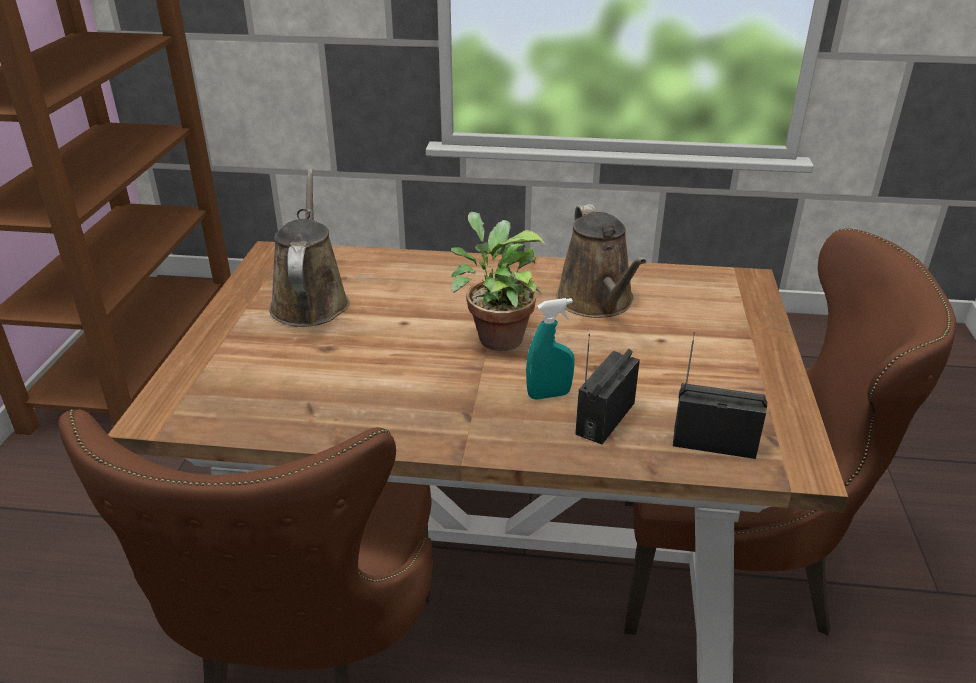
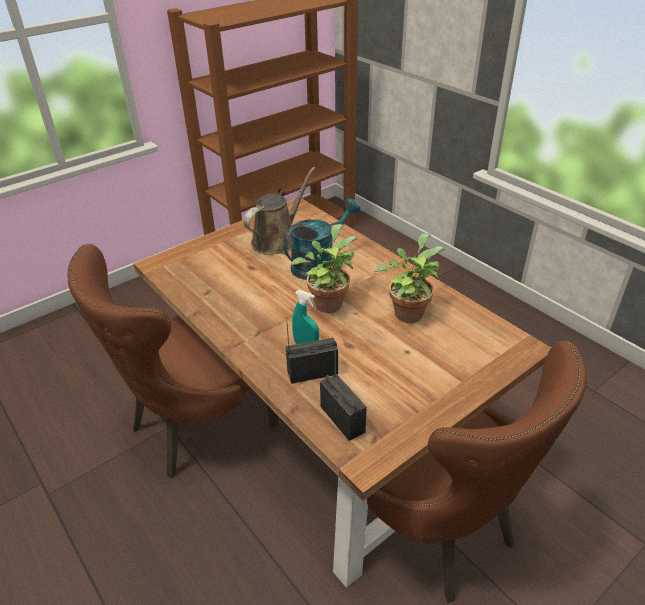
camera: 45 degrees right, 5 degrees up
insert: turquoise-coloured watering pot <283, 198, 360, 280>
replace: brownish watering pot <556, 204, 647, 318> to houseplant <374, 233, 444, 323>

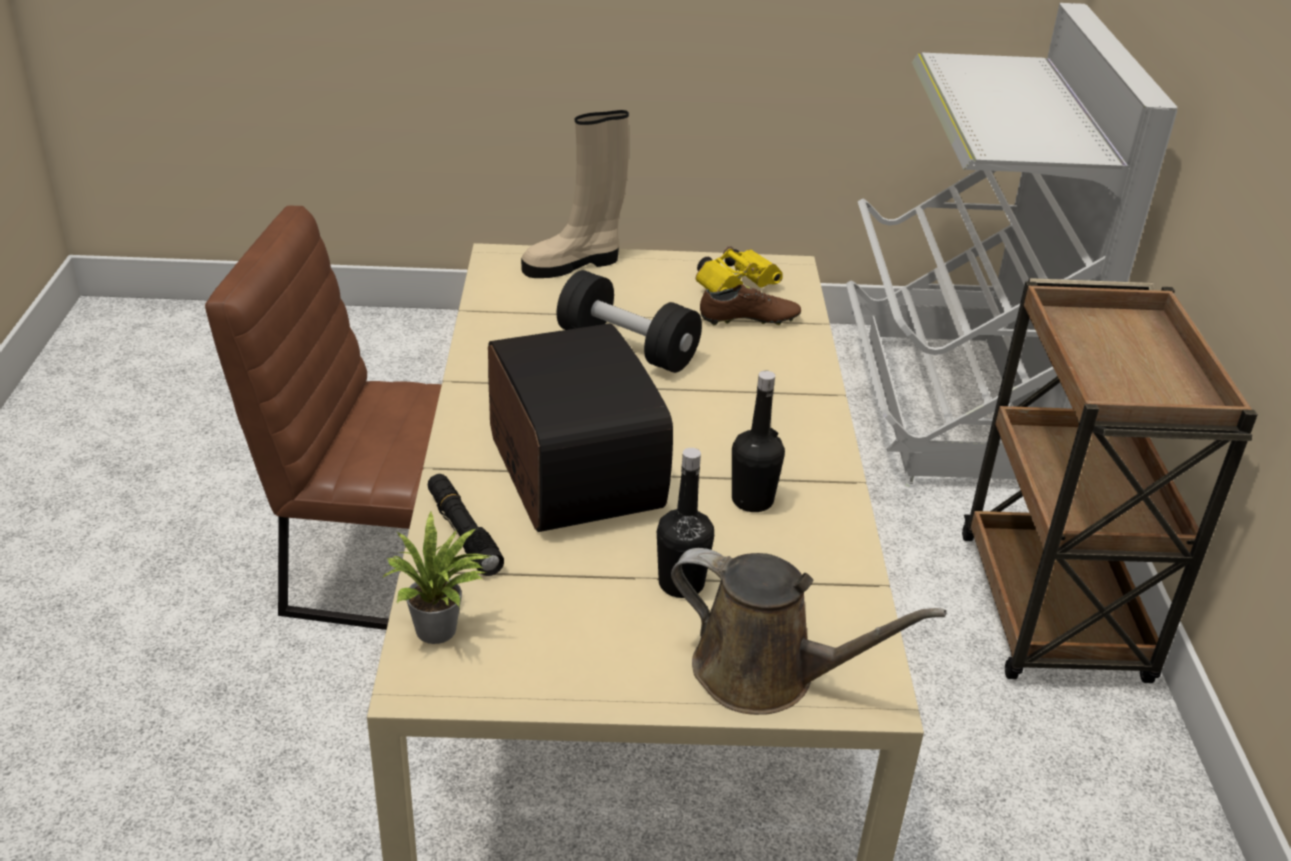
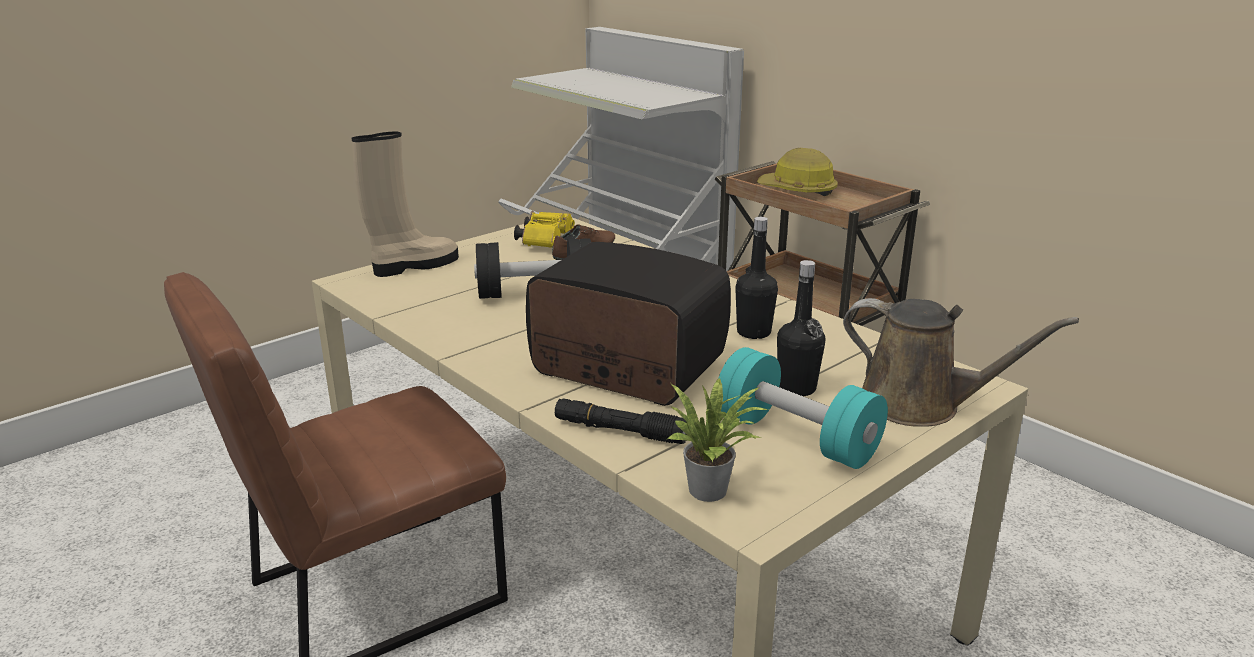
camera: 40 degrees left, 10 degrees down
insert: safety helmet <757, 148, 838, 196>; turquoise-coloured free weight <719, 347, 888, 469>
rotate: beige-coloured high-top boot <521, 110, 629, 278> = <352, 131, 459, 277> 150 degrees counterclockwise; brownish watering pot <671, 548, 947, 715> = <843, 298, 1079, 427> 45 degrees clockwise

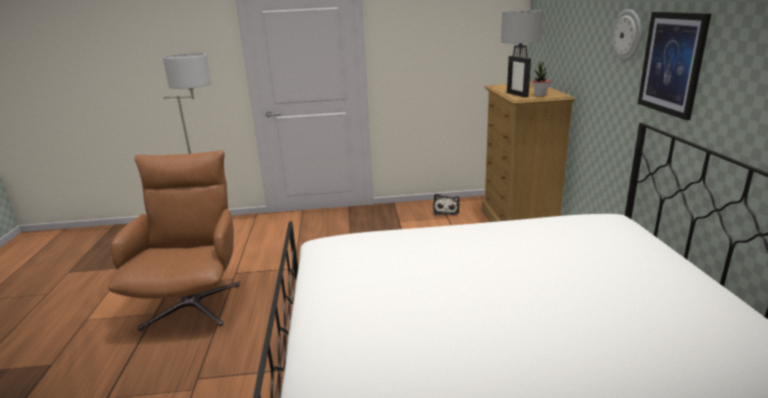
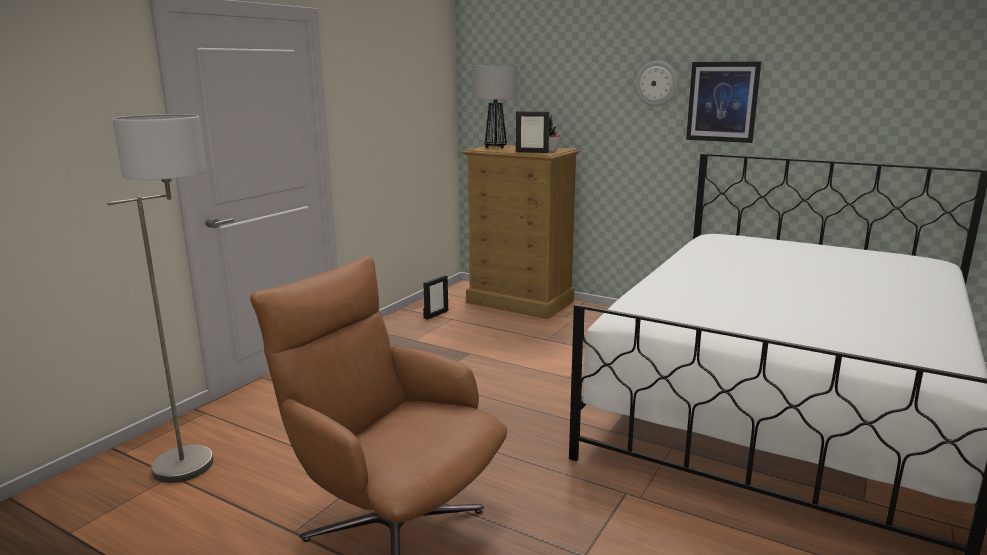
camera: 55 degrees left, 5 degrees down
replace: soft toy <433, 194, 460, 215> to standing frame <423, 275, 448, 320>

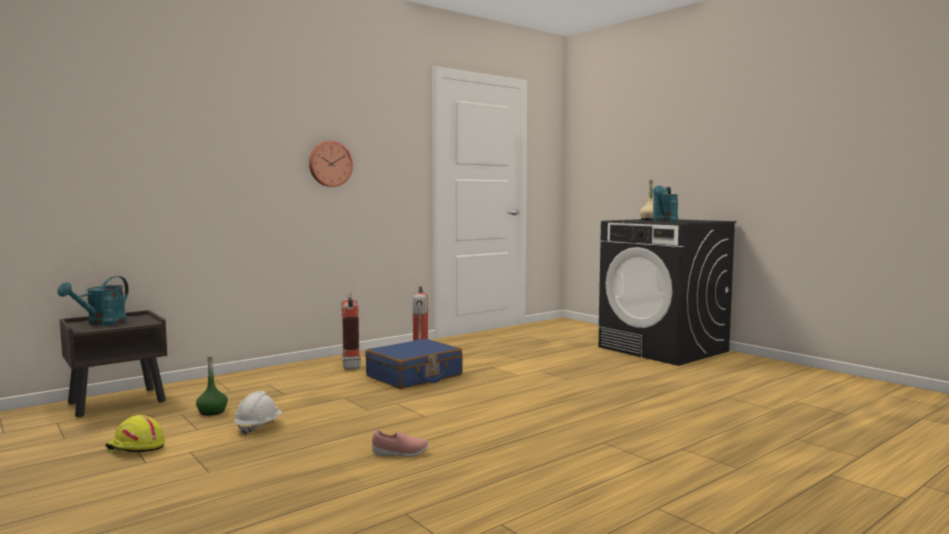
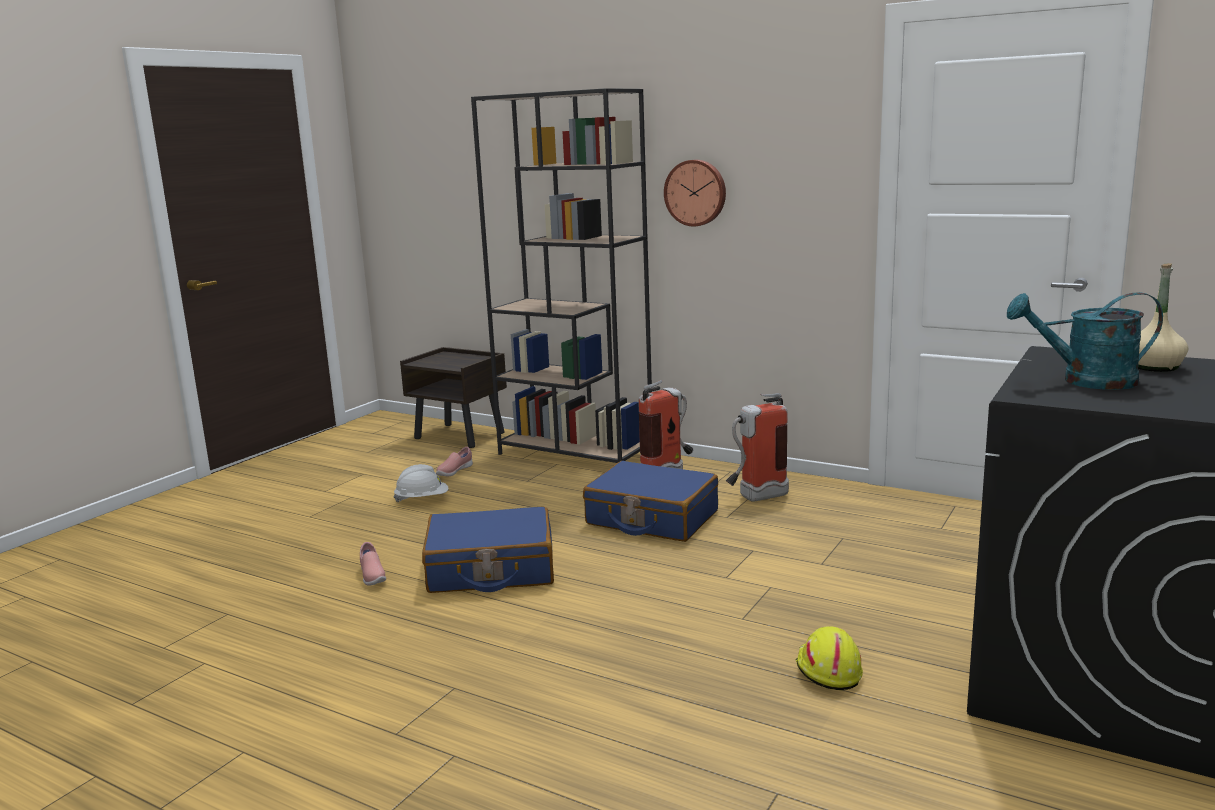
camera: 70 degrees right, 10 degrees up
delete: turquoise-coloured watering pot <57, 276, 129, 325>
insert: bookshelf <471, 88, 652, 463>; blue-coloured piece of luggage <422, 506, 554, 593>
move: yellow-coloured safety helmet <105, 415, 165, 454> to <796, 626, 863, 690>
replace: green-coloured bottle <196, 357, 228, 416> to pink-coloured item of footwear <436, 447, 473, 476>

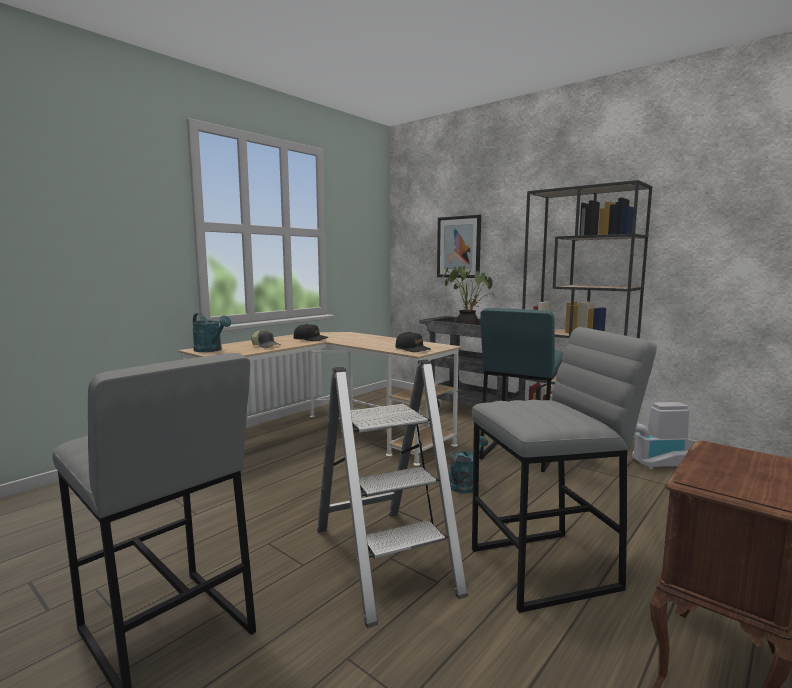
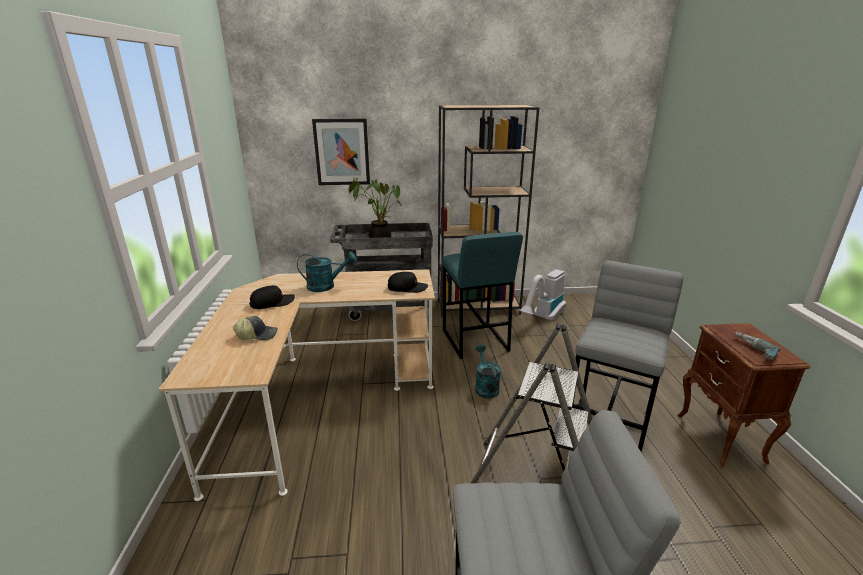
camera: 45 degrees left, 15 degrees up
insert: electric drill <734, 332, 781, 360>
move: turquoise-coloured watering pot <192, 313, 231, 352> to <297, 252, 357, 292>

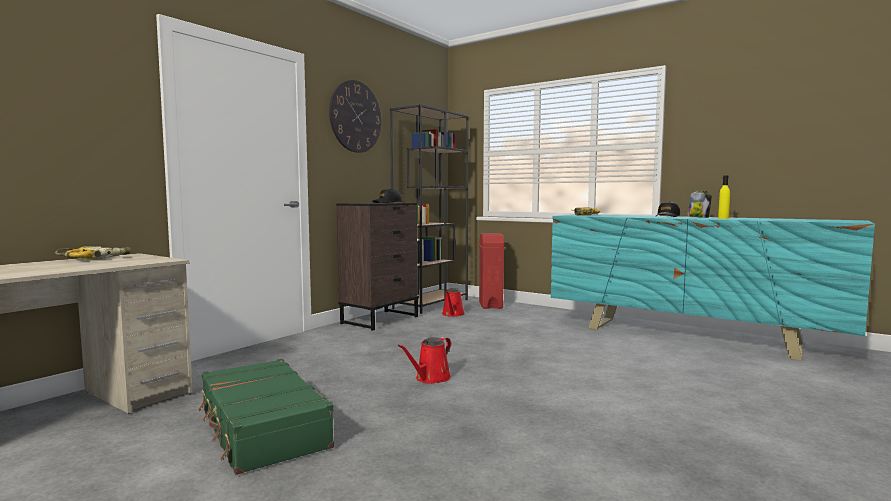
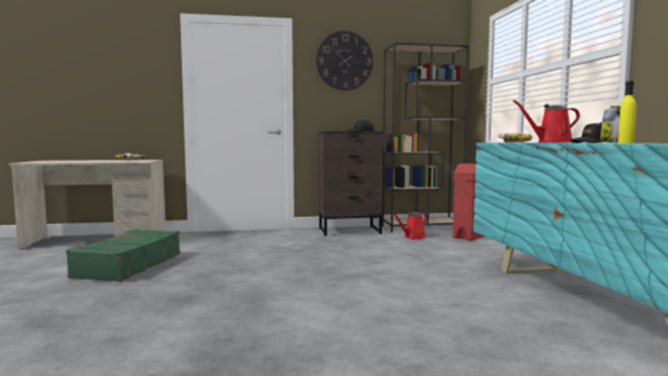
camera: 45 degrees right, 0 degrees up
move: red-coloured watering pot <398, 337, 451, 384> to <513, 100, 580, 143>

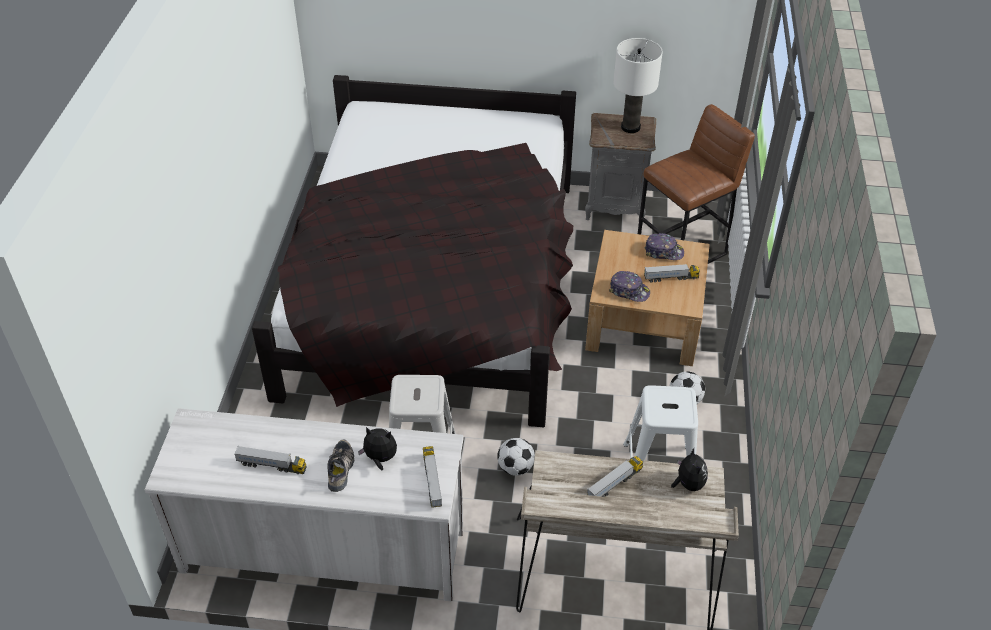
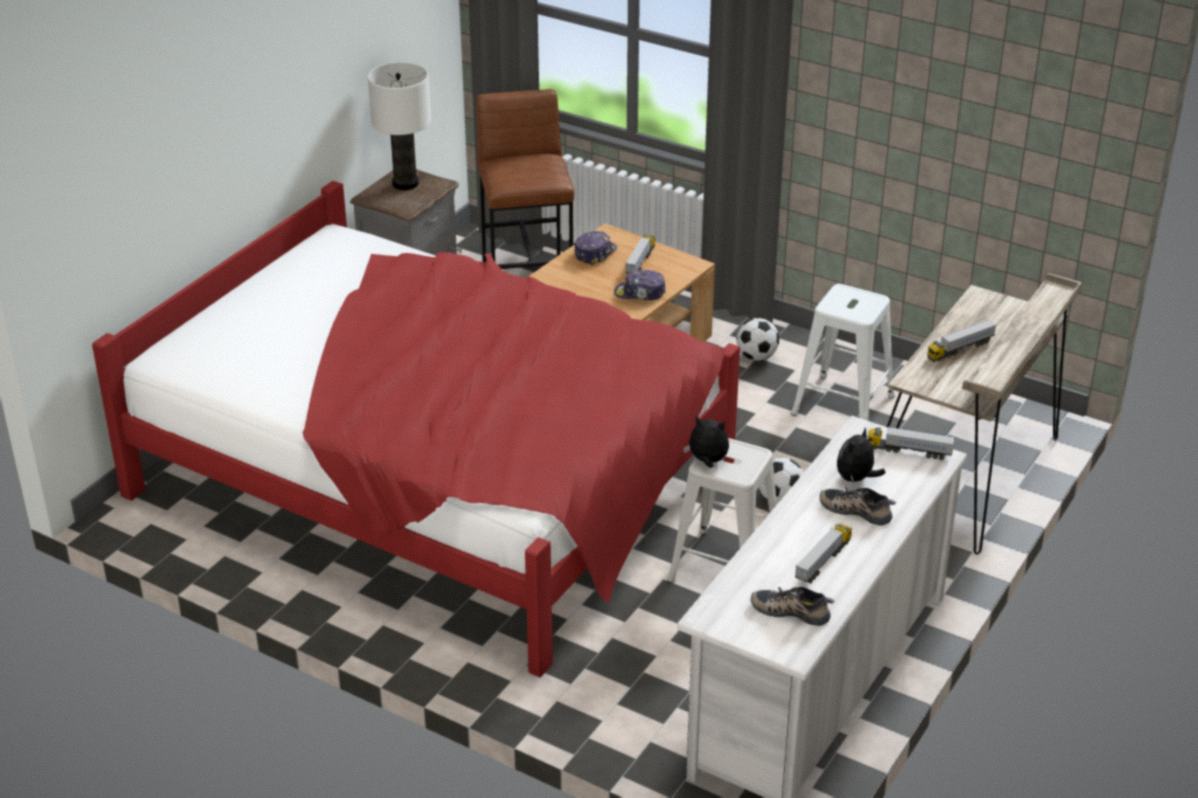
camera: 65 degrees left, 10 degrees down
insert: item of footwear <751, 587, 835, 626>
move: soft toy <671, 448, 708, 491> to <683, 416, 729, 468>
recolor: black bed <252, 75, 576, 427> to red-coloured bed <92, 181, 740, 678>
rotate: baseball cap <609, 271, 650, 302> = <614, 269, 666, 300> 135 degrees counterclockwise; toy lorry <587, 456, 643, 497> = <927, 319, 996, 362> 105 degrees counterclockwise

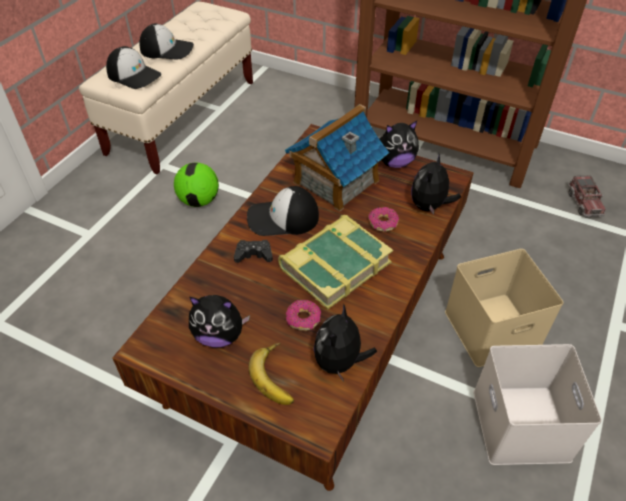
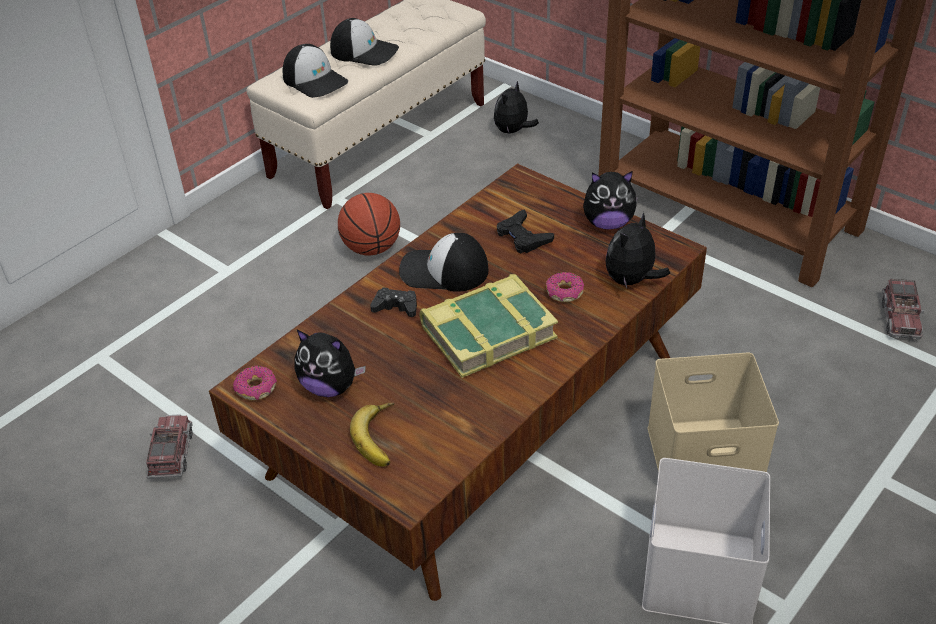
camera: 15 degrees right, 5 degrees down
insert: toy lorry <146, 414, 193, 479>
move: donut <286, 300, 321, 331> to <233, 366, 277, 401>; soft toy <314, 303, 377, 382> to <494, 81, 539, 134>
replace: model house <285, 104, 389, 211> to black game controller <497, 209, 554, 253>; football <174, 163, 219, 207> to ball for basketball <338, 193, 400, 255>

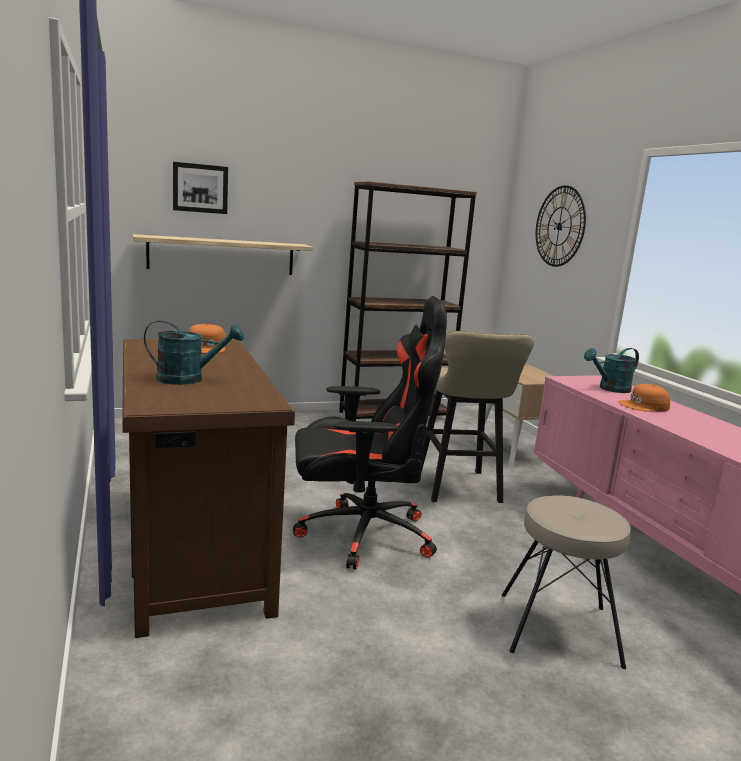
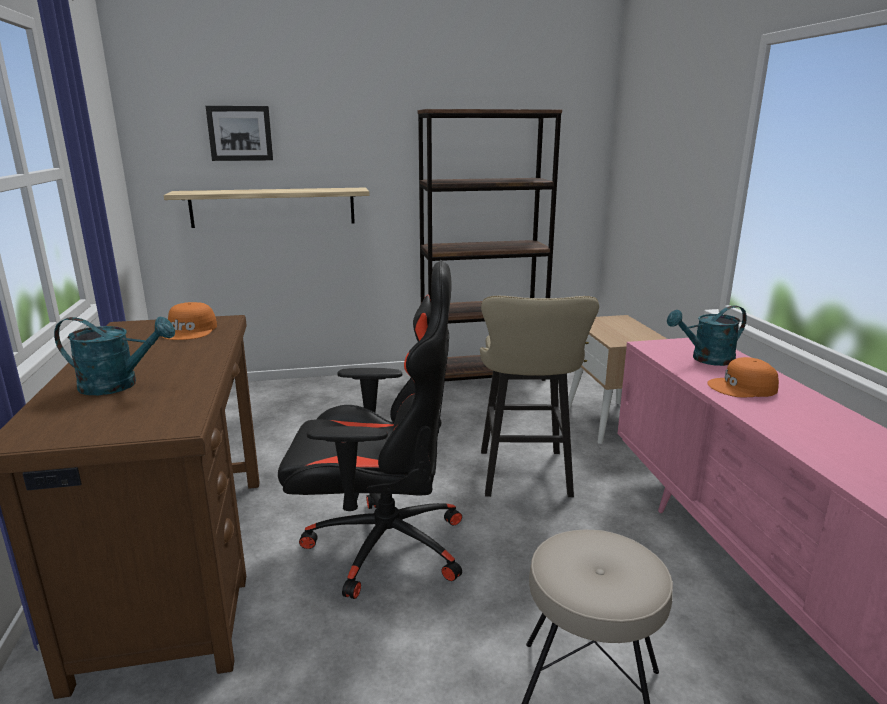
camera: 10 degrees right, 5 degrees up
delete: wall clock <536, 185, 586, 267>

